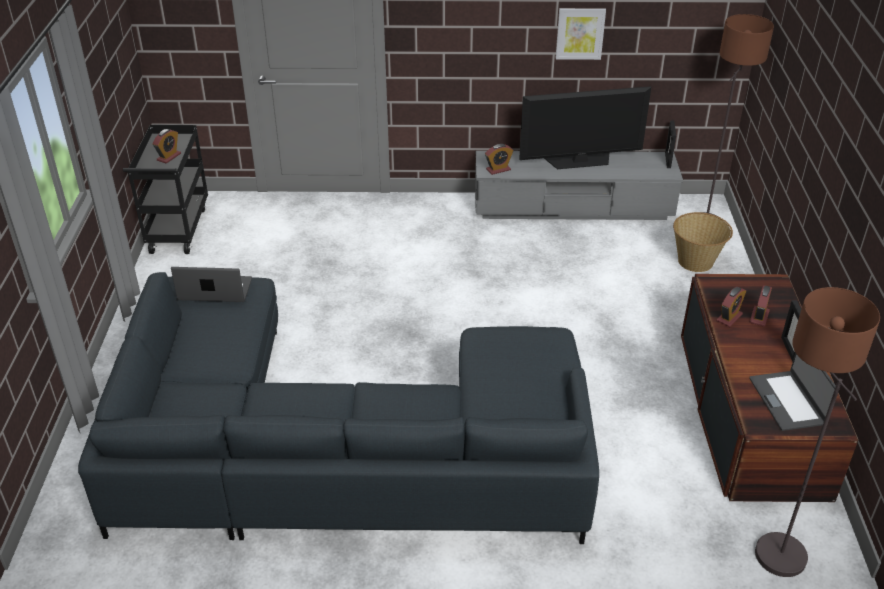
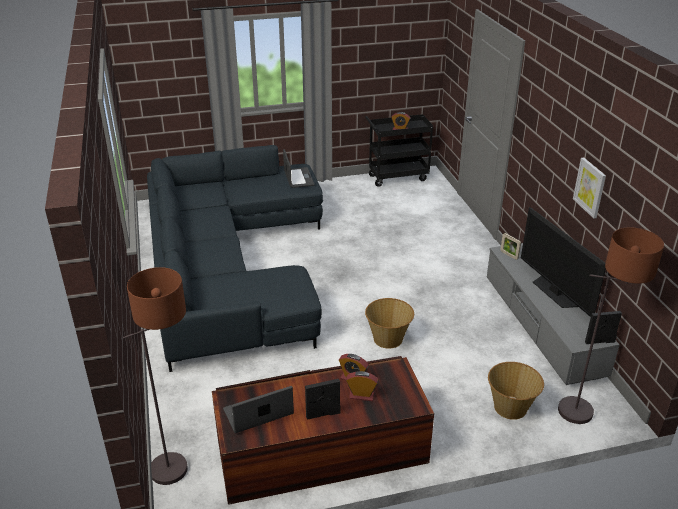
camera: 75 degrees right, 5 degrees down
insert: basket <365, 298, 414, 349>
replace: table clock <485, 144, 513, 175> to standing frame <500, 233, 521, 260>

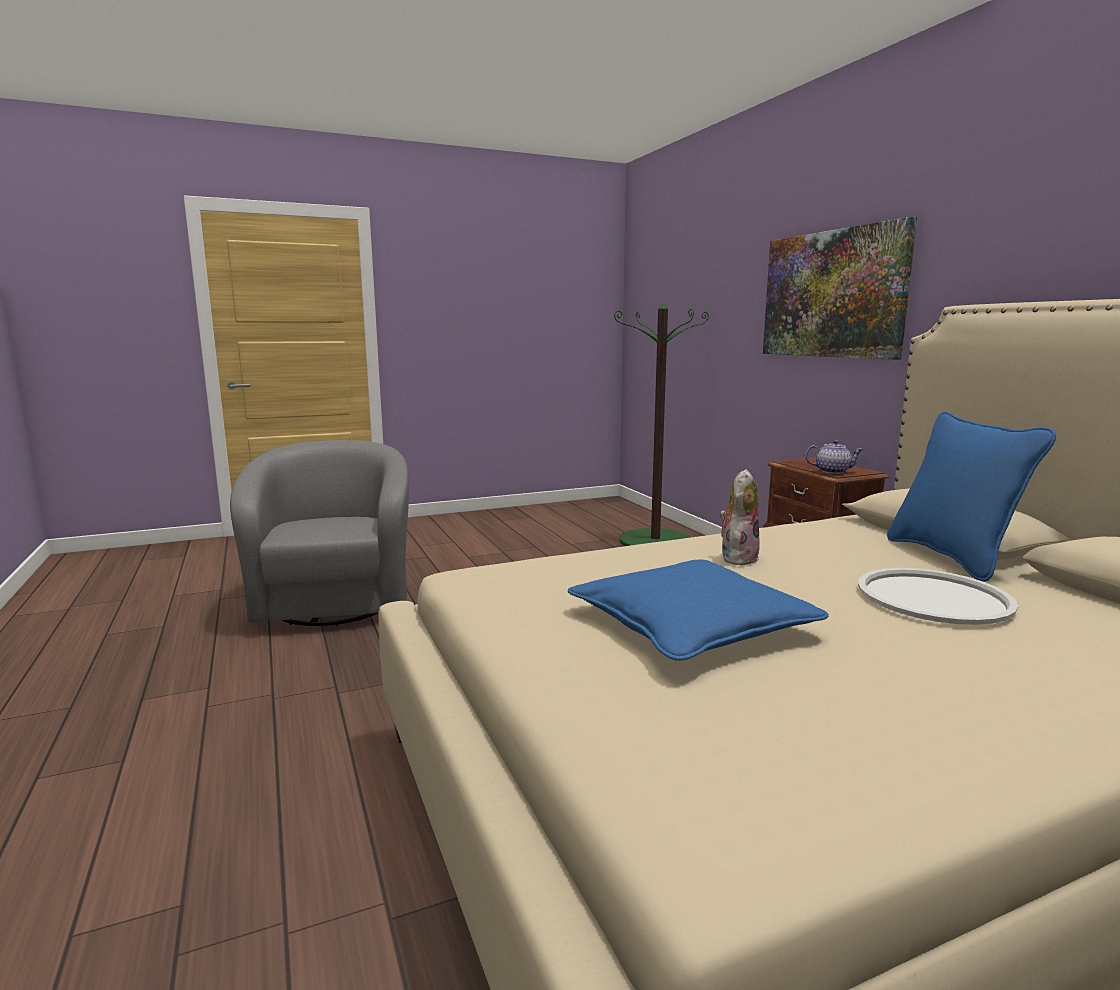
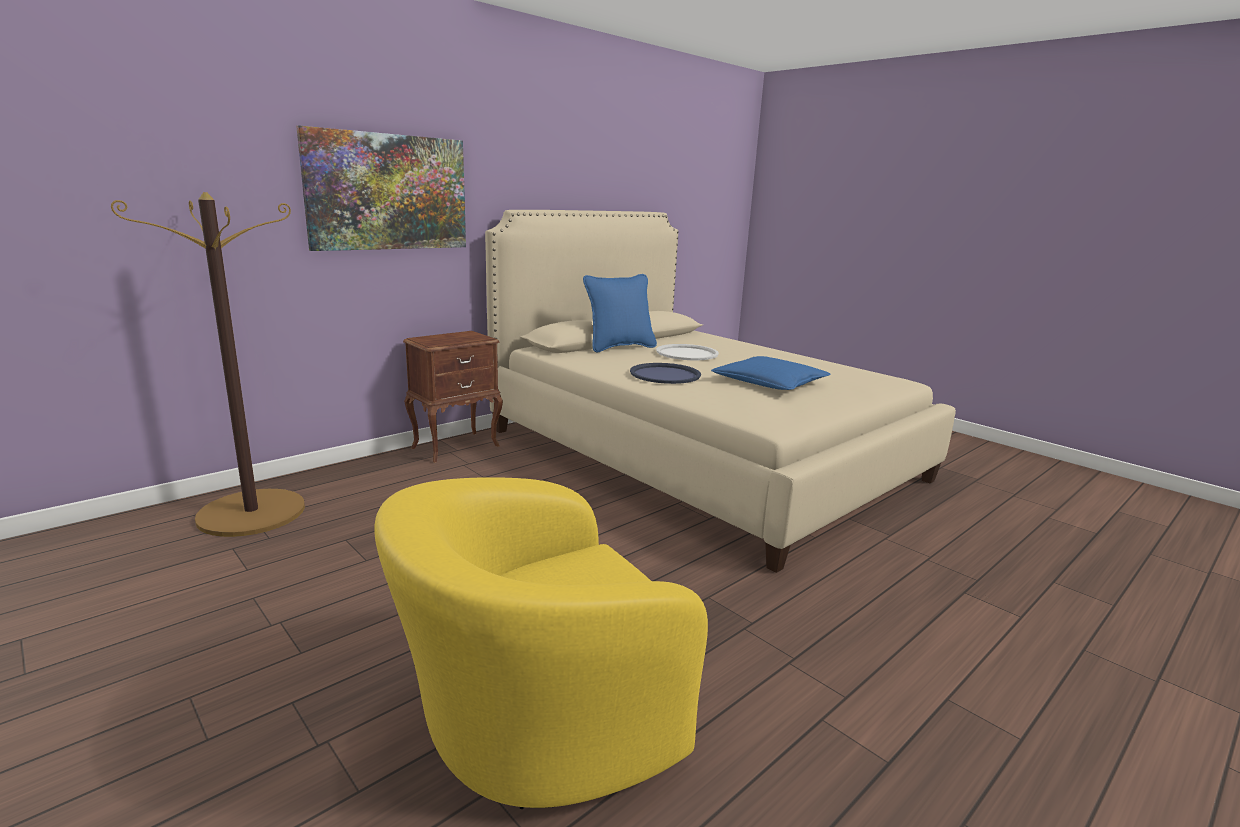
camera: 110 degrees left, 5 degrees up
delete: tea pot <805, 440, 864, 474>
replace: soft toy <719, 469, 760, 565> to blue-coloured carrying tray <630, 363, 701, 384>
recolor: green-coloured garment stand <614, 304, 709, 546> to brownish garment stand <111, 192, 305, 537>; greyish lounge chair <230, 440, 409, 626> to yellow-coloured lounge chair <374, 477, 708, 809>

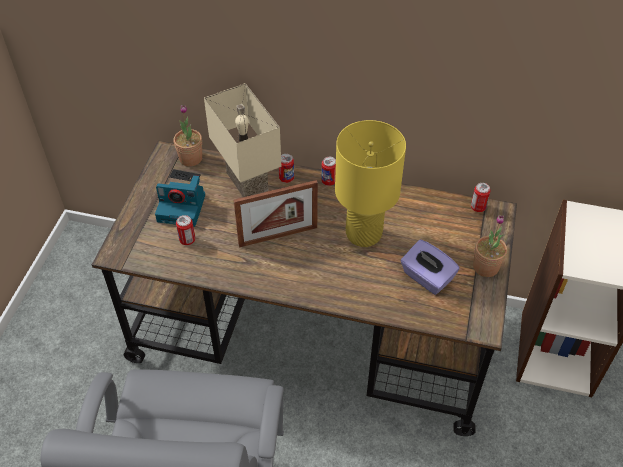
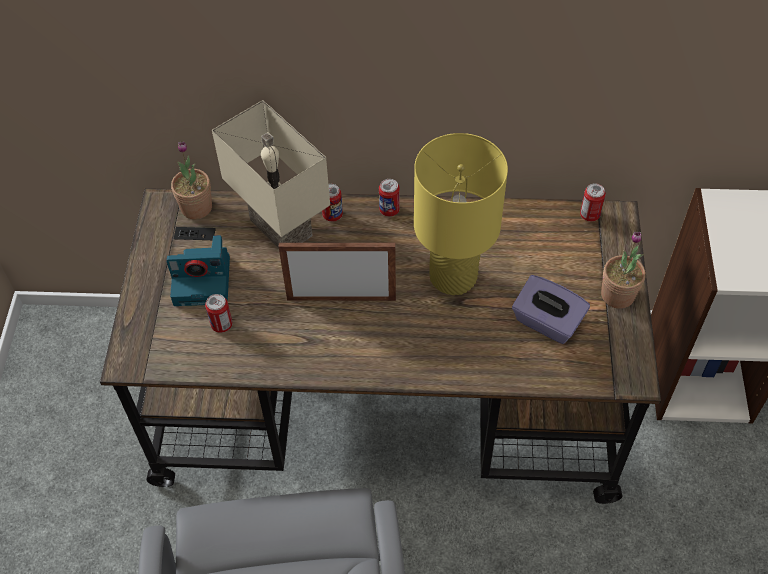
camera: 10 degrees left, 5 degrees up
rotate: standing frame <234, 180, 318, 248> = <279, 243, 396, 301> 150 degrees counterclockwise

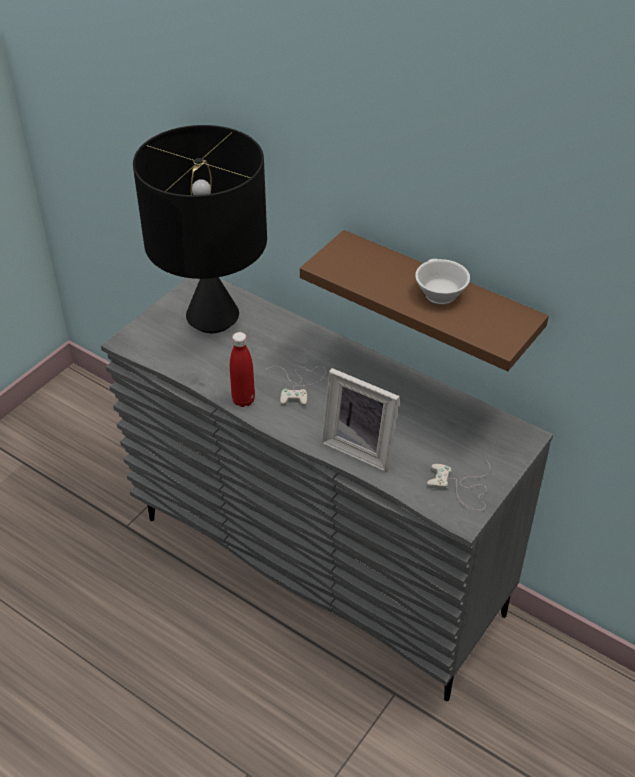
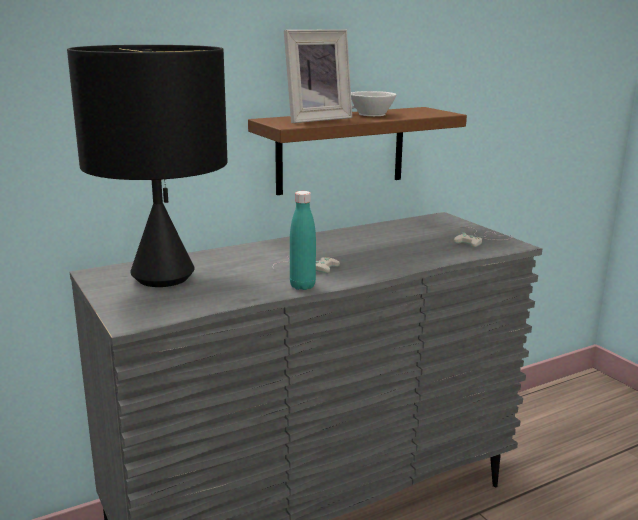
camera: 65 degrees left, 25 degrees down
move: standing frame <322, 368, 400, 472> to <284, 29, 352, 123>
recolor: red-coloured bottle <230, 332, 255, 407> to turquoise-coloured bottle <290, 191, 316, 290>

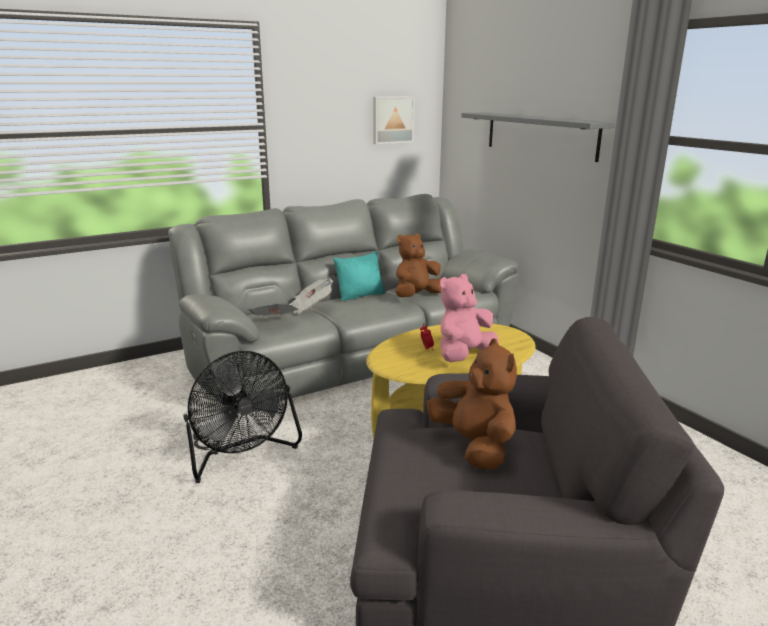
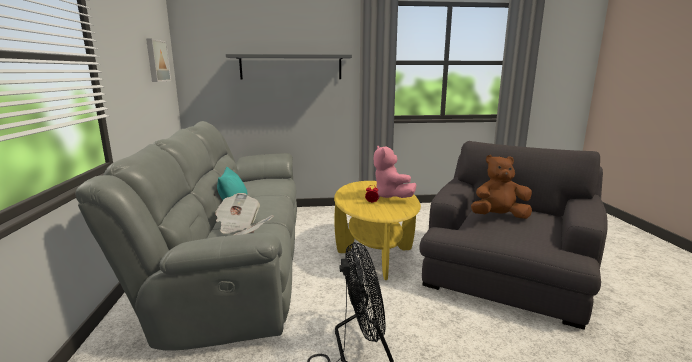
camera: 65 degrees left, 5 degrees down
delete: brownish soft toy <395, 233, 441, 297>

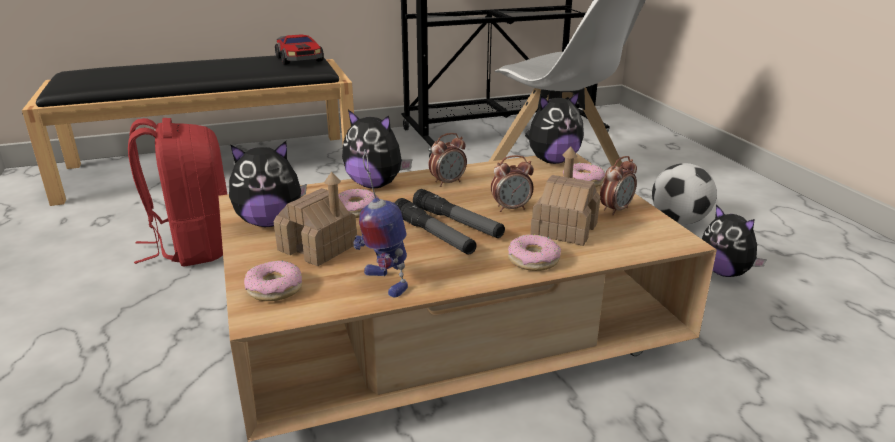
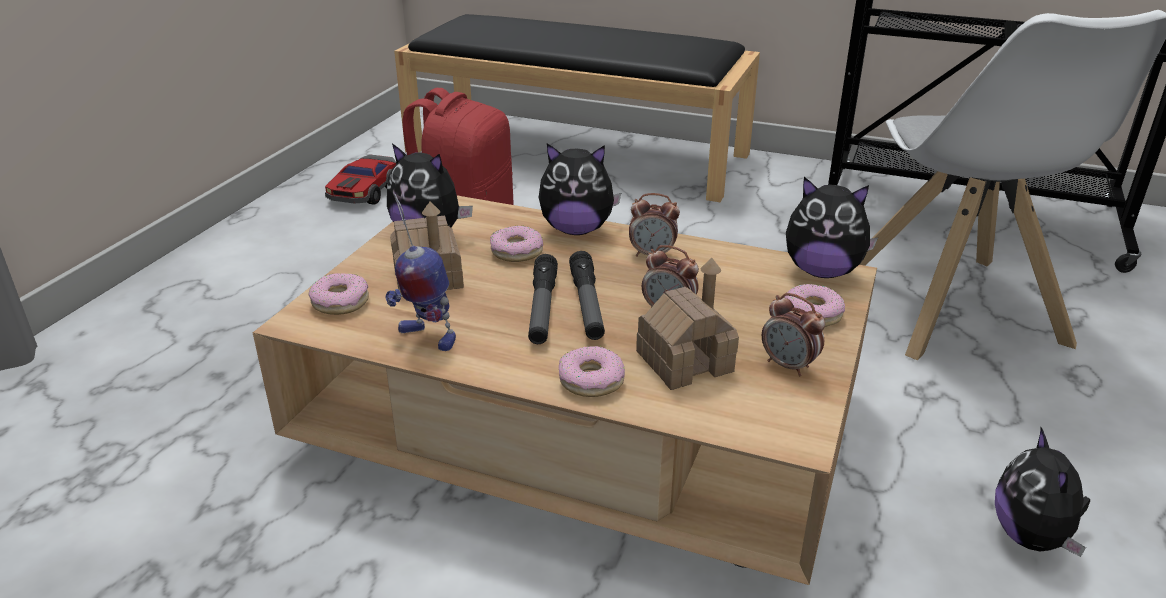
camera: 40 degrees right, 5 degrees up
delete: football <652, 163, 717, 224>
move: toy car <275, 34, 324, 65> to <325, 154, 396, 205>
rotate: soft toy <342, 110, 412, 188> = <539, 144, 621, 235> 60 degrees counterclockwise; model robot <353, 149, 408, 297> = <385, 194, 456, 351> 60 degrees counterclockwise; table clock <600, 156, 637, 215> = <762, 293, 825, 376> 45 degrees clockwise

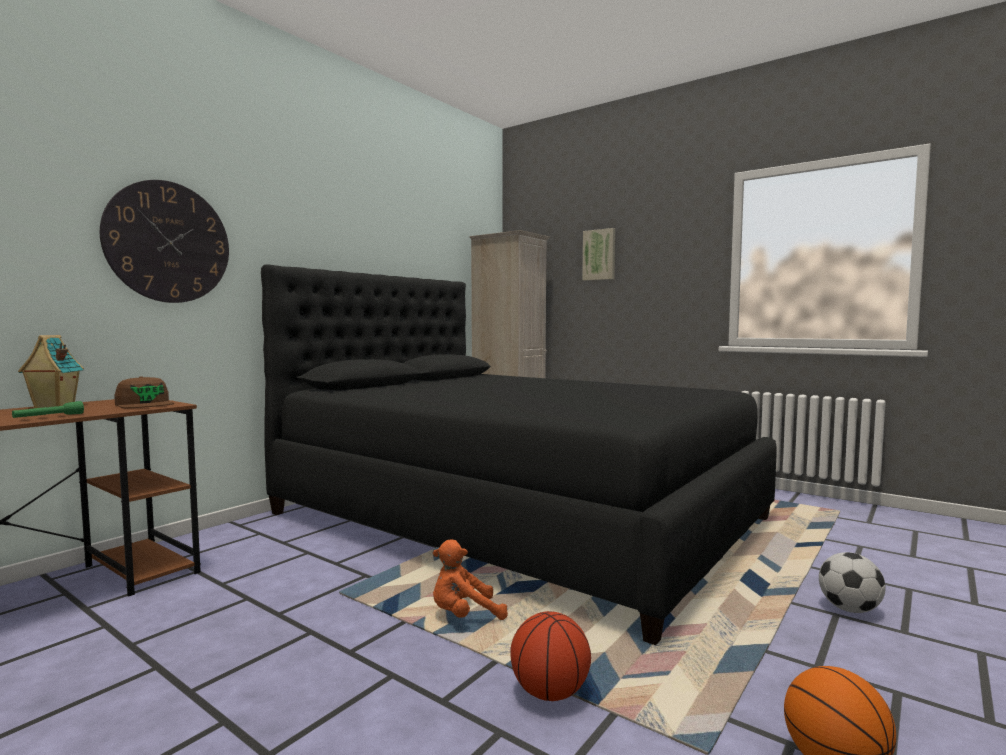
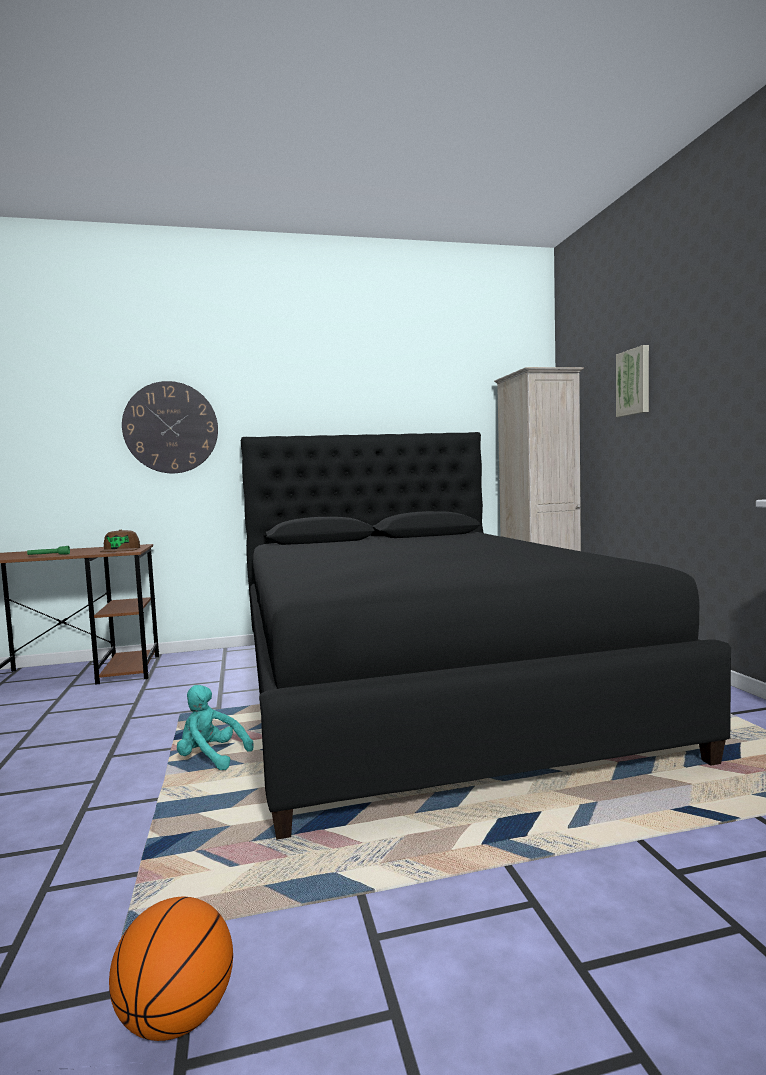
camera: 40 degrees right, 0 degrees up
delete: model house <18, 335, 84, 408>; football <819, 552, 886, 613>; ball for basketball <510, 611, 591, 701>
recolor: orange-coloured soft toy <433, 539, 508, 620> to turquoise-coloured soft toy <177, 685, 254, 770>

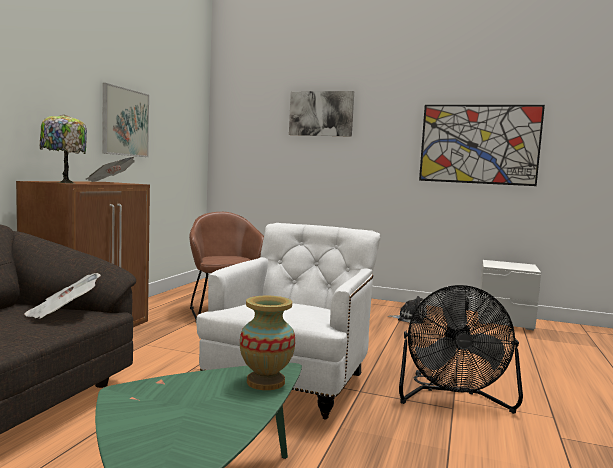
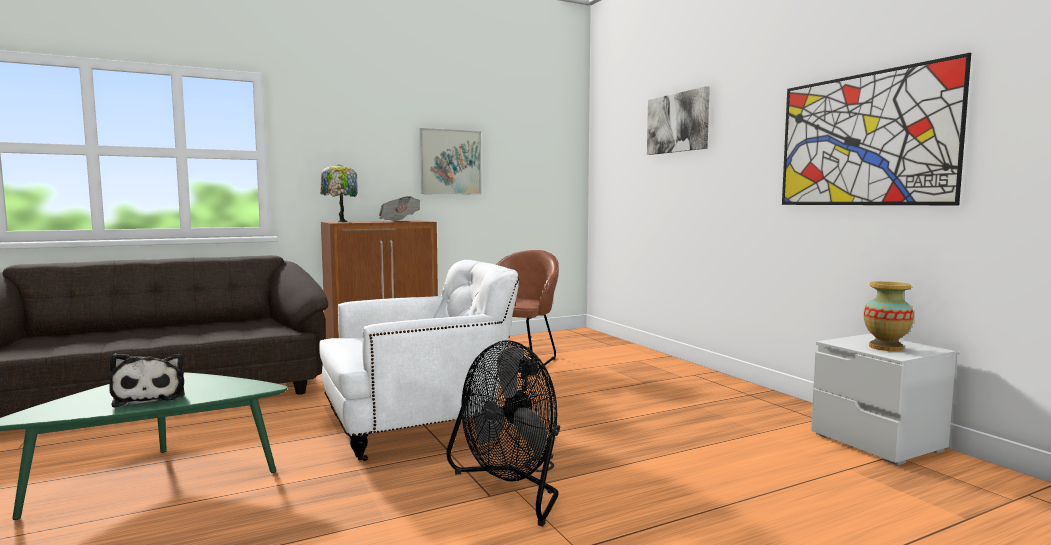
camera: 45 degrees right, 0 degrees up
delete: newspaper <24, 273, 101, 319>
move: vase <240, 296, 295, 390> to <864, 281, 914, 351>; soft toy <388, 296, 427, 323> to <109, 353, 185, 407>

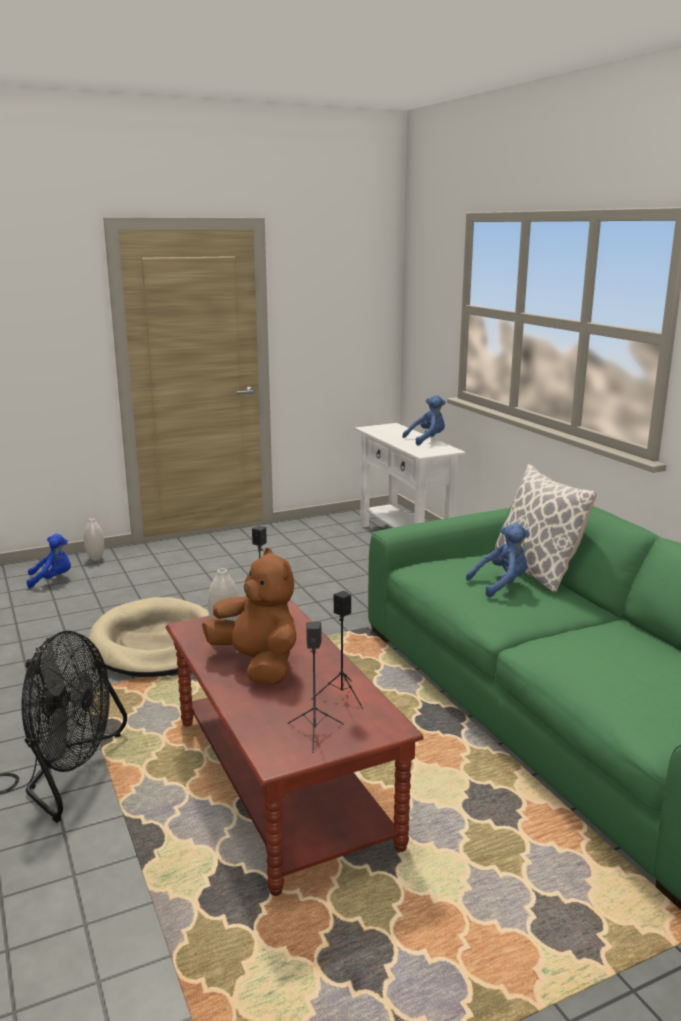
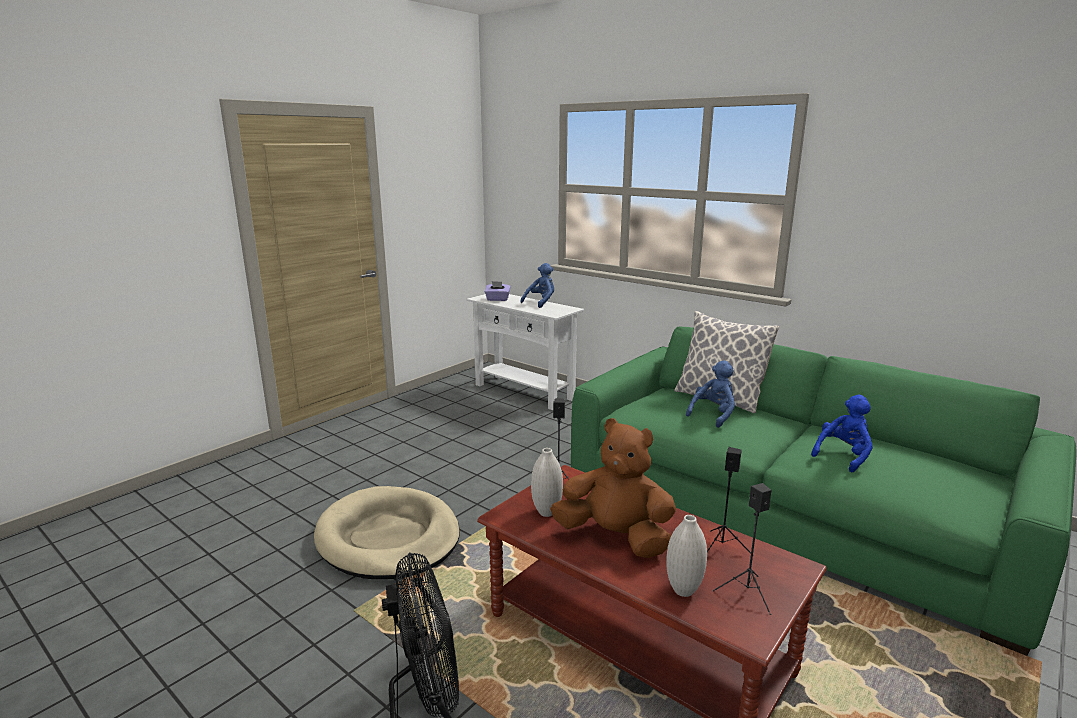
camera: 25 degrees left, 0 degrees up
insert: purple box of tissues <485, 281, 511, 301>
move: white vase <84, 518, 104, 561> to <666, 515, 707, 597>; blue-coloured soft toy <27, 534, 71, 588> to <811, 395, 873, 472>

